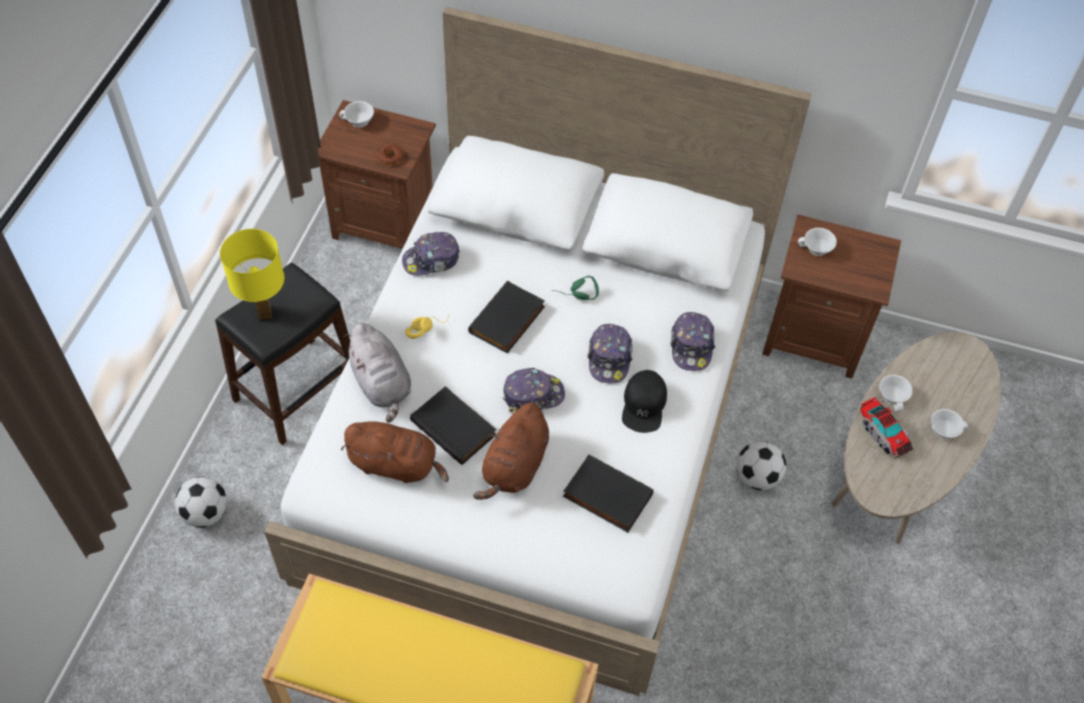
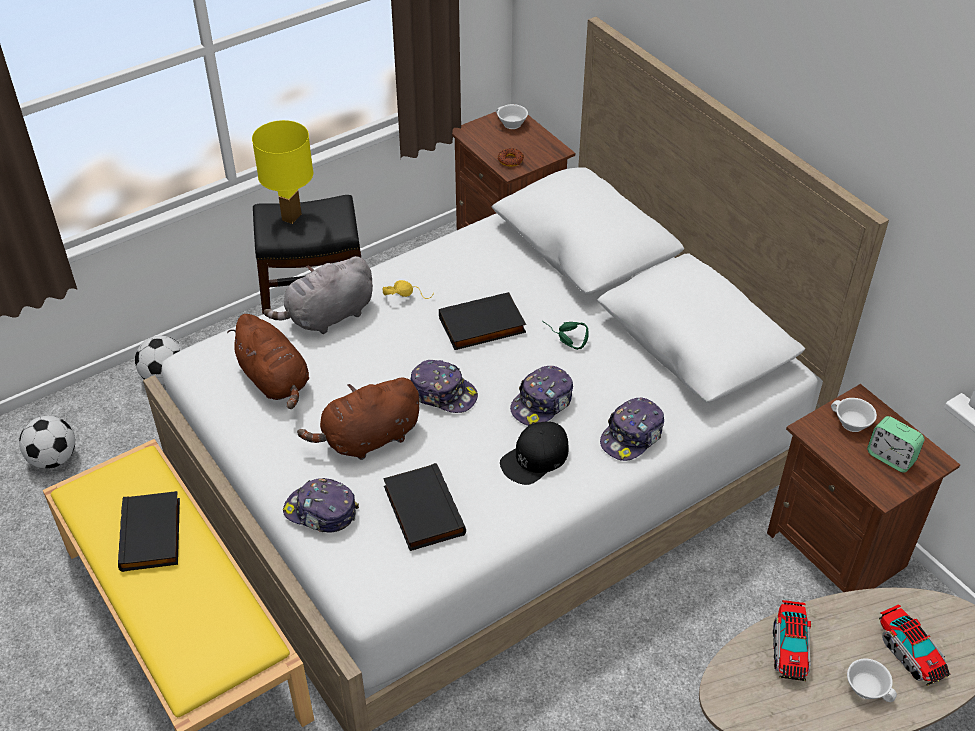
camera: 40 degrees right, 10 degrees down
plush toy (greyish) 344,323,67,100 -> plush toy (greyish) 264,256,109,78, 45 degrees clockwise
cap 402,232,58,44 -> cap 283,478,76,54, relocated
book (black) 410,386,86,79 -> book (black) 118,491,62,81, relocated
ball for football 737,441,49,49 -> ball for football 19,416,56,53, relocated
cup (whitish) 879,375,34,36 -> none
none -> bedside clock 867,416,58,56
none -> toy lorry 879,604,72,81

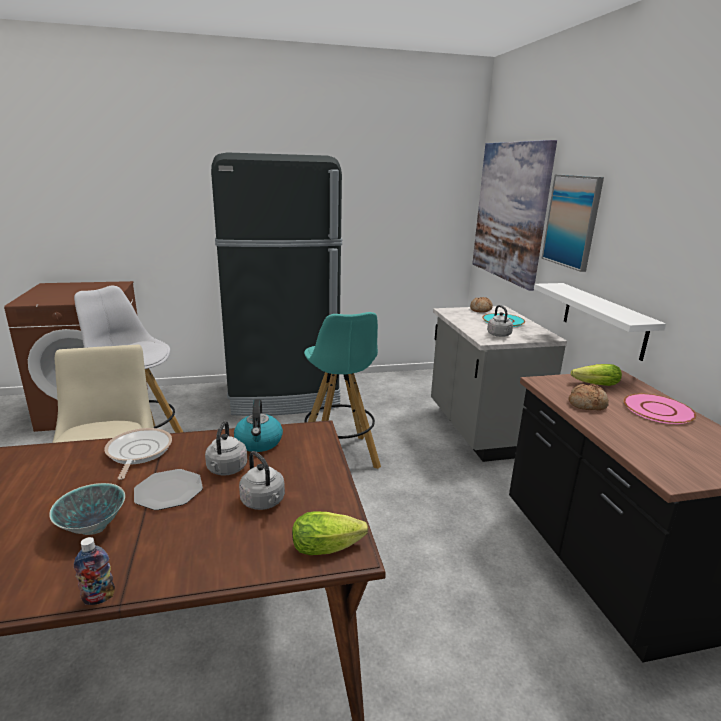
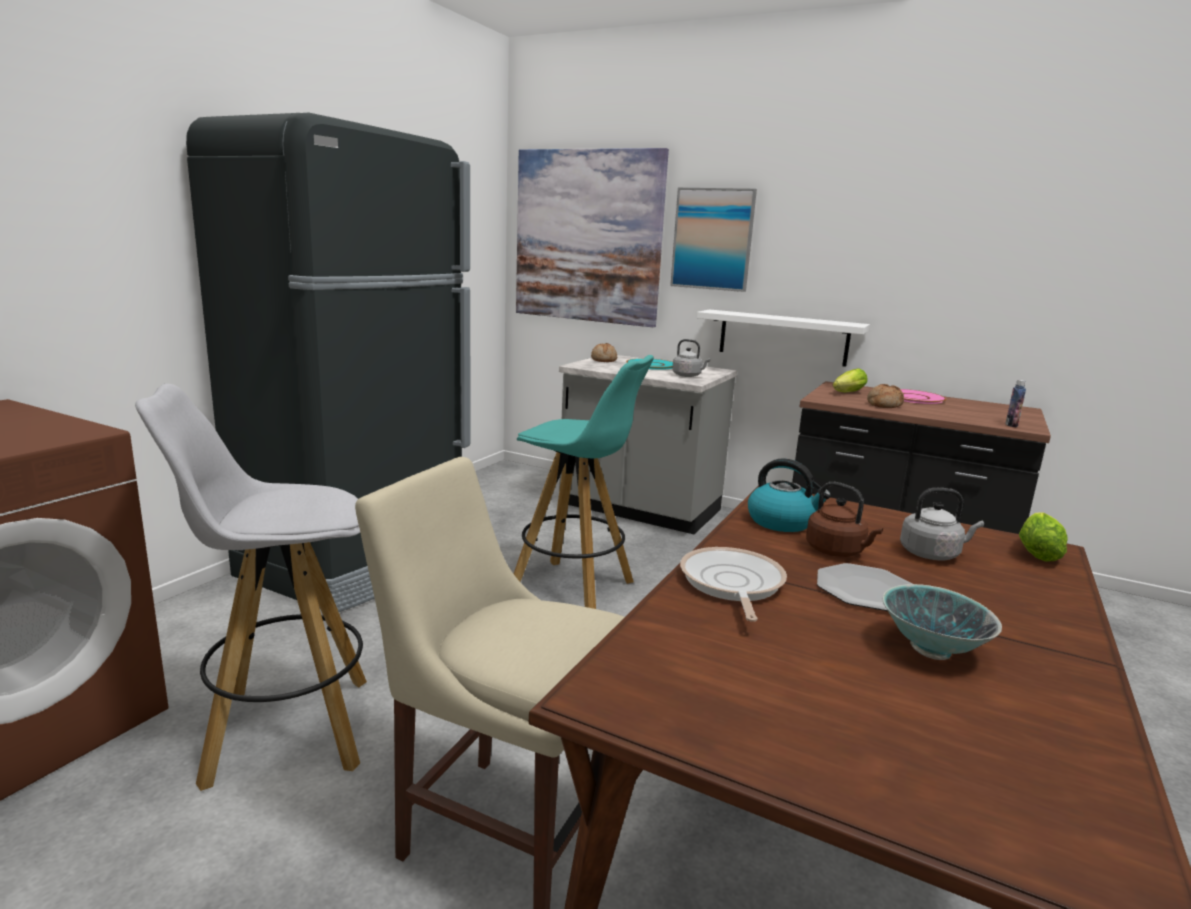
camera: 50 degrees left, 5 degrees down
bottle 74,537,41,68 -> bottle 1005,380,21,47, relocated
frying pan 105,428,67,52 -> frying pan 680,547,107,75, 60 degrees clockwise
tea kettle (greyish) 205,421,42,54 -> tea kettle (brown-coloured) 806,482,77,75

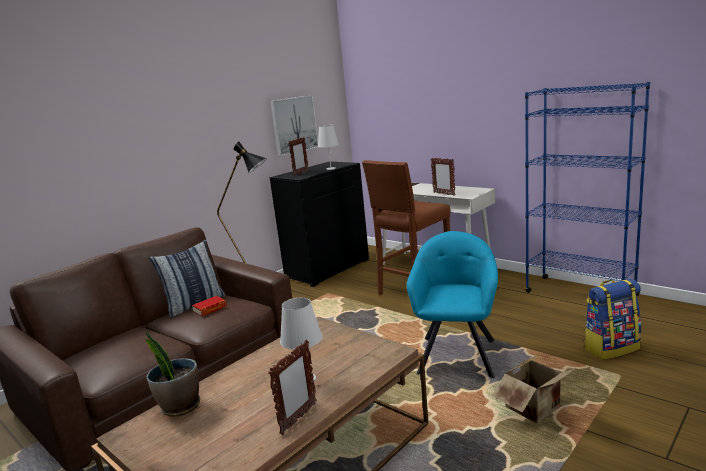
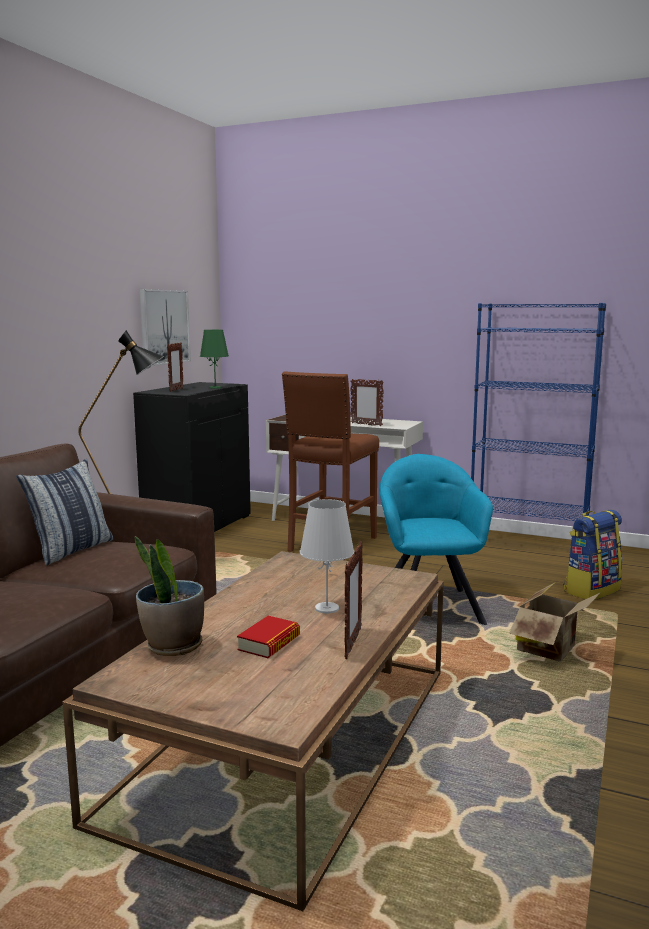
camera: 20 degrees left, 5 degrees down
book 192,296,35,21 -> book 237,616,63,42, relocated
table lamp (whitish) 318,125,21,45 -> table lamp (green) 200,330,29,59

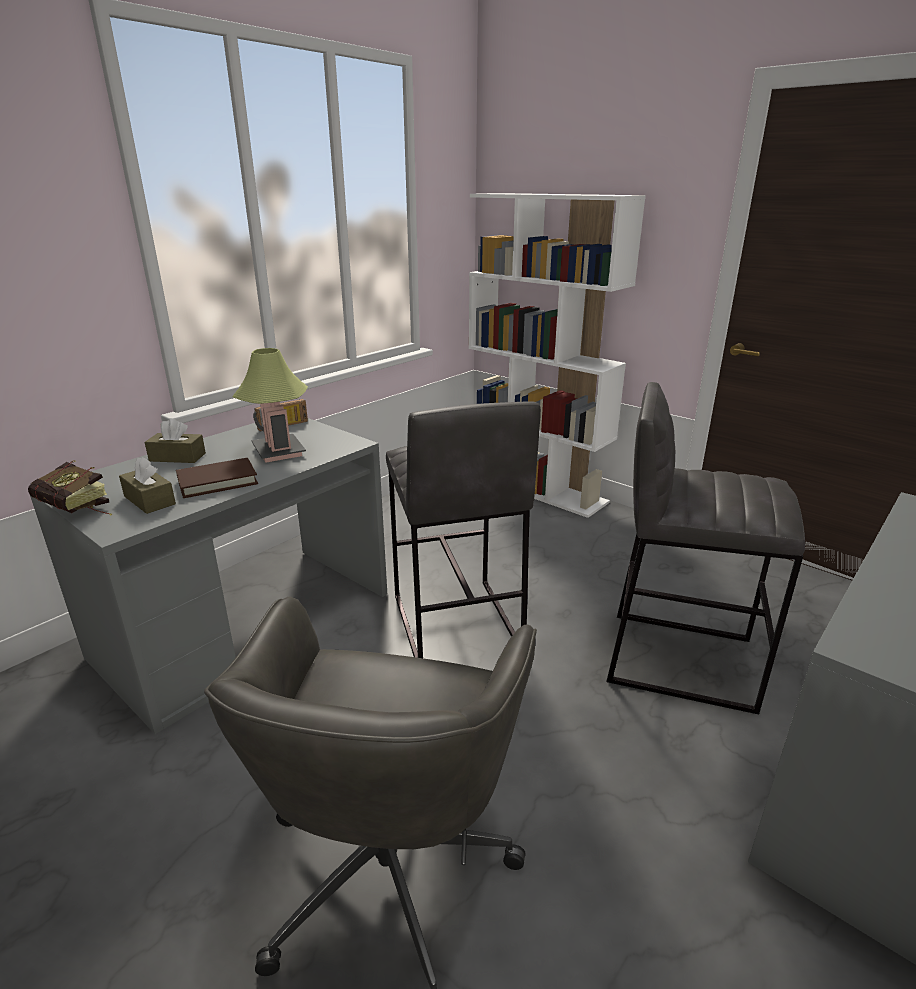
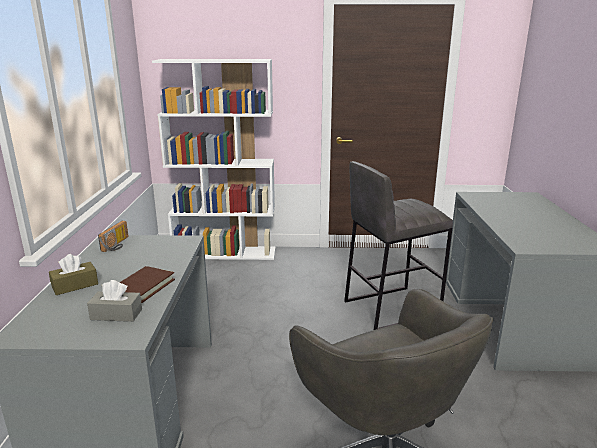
camera: 40 degrees left, 5 degrees down
book 28,460,84,56 -> none
box of tissues (brown-coloured) 119,456,57,58 -> box of tissues (greyish) 87,280,55,42
table lamp 232,348,76,115 -> none
sitting stool (greyish) 386,401,155,257 -> none

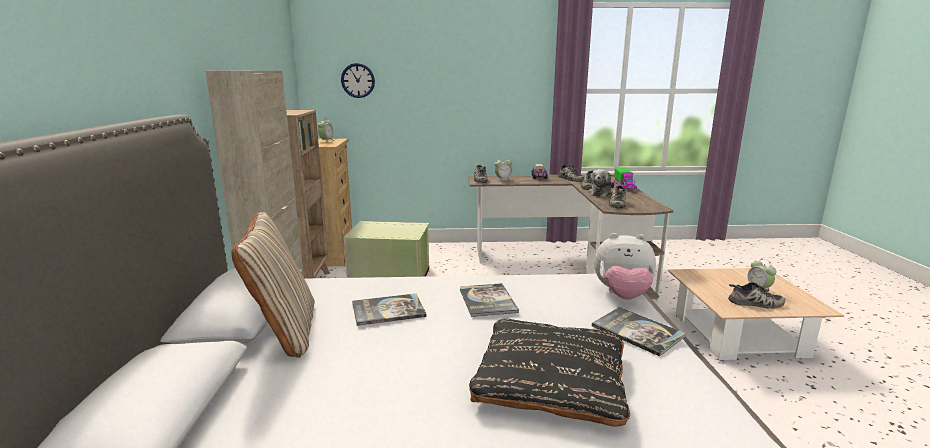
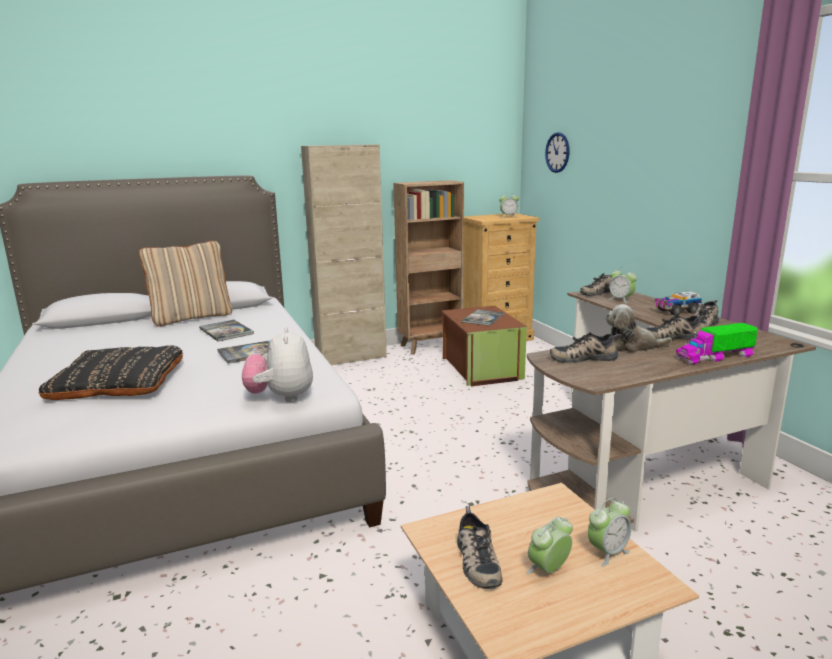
camera: 70 degrees right, 0 degrees up
storage bin (green) 344,221,85,57 -> storage bin (brown-coloured) 442,306,85,80
book 592,307,94,50 -> book 462,309,42,17, relocated
none -> bedside clock 588,498,43,68

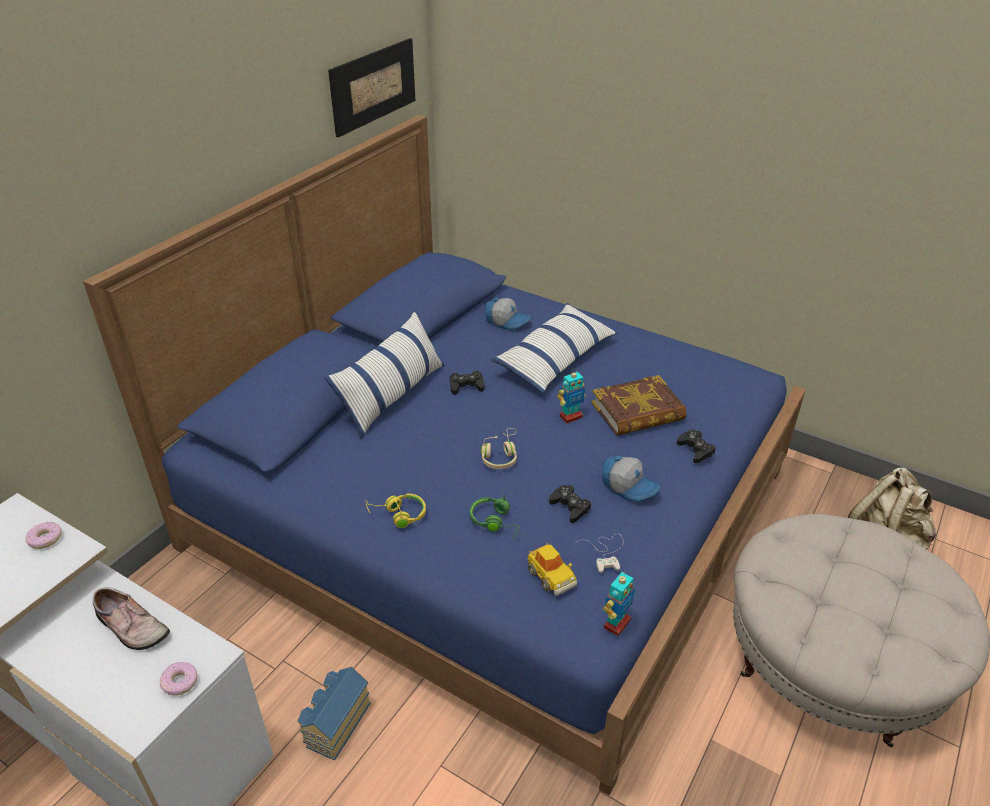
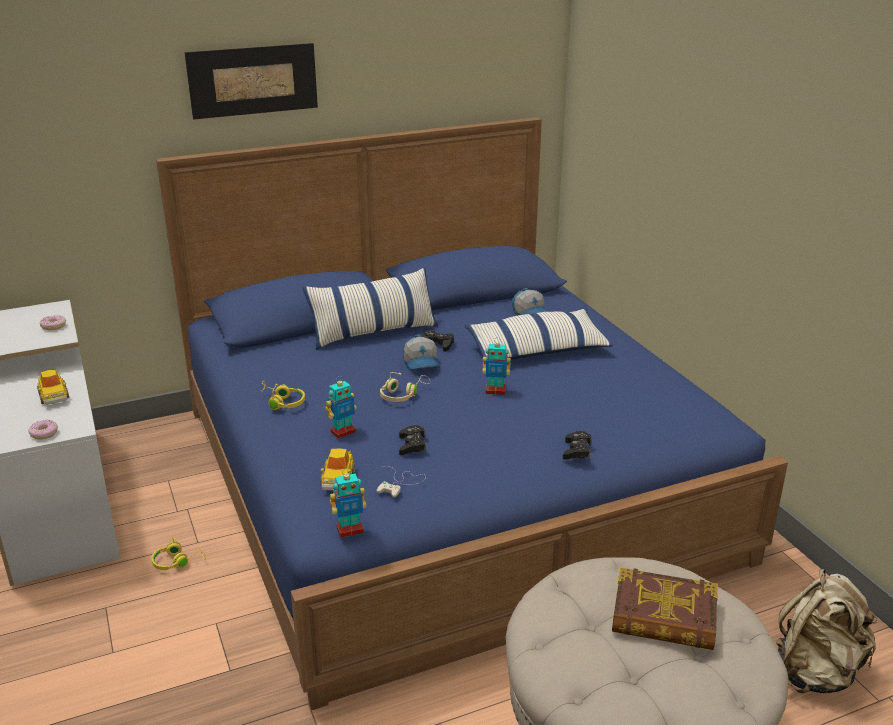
camera: 35 degrees right, 10 degrees down
shoe 93,587,77,63 -> model car 37,369,32,36
toy house 298,667,73,94 -> headset (yellow-coloured) 151,537,54,33
wall picture 328,38,87,99 -> wall picture 184,43,134,77, relocated
headset (green) 469,495,51,43 -> model robot 325,376,32,62
book 591,375,96,61 -> book 612,567,106,83, relocated
cap 602,456,59,46 -> cap 403,334,37,37, relocated

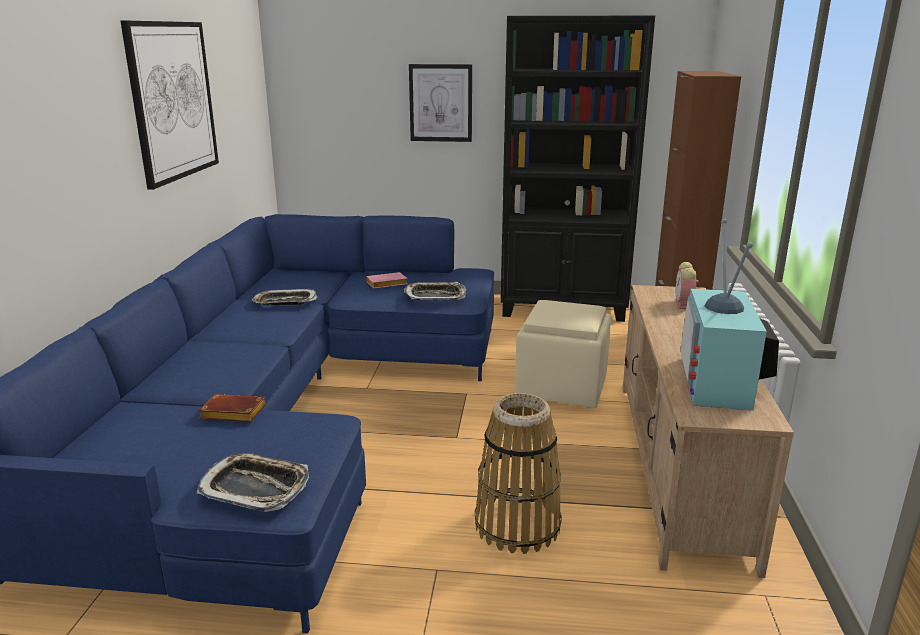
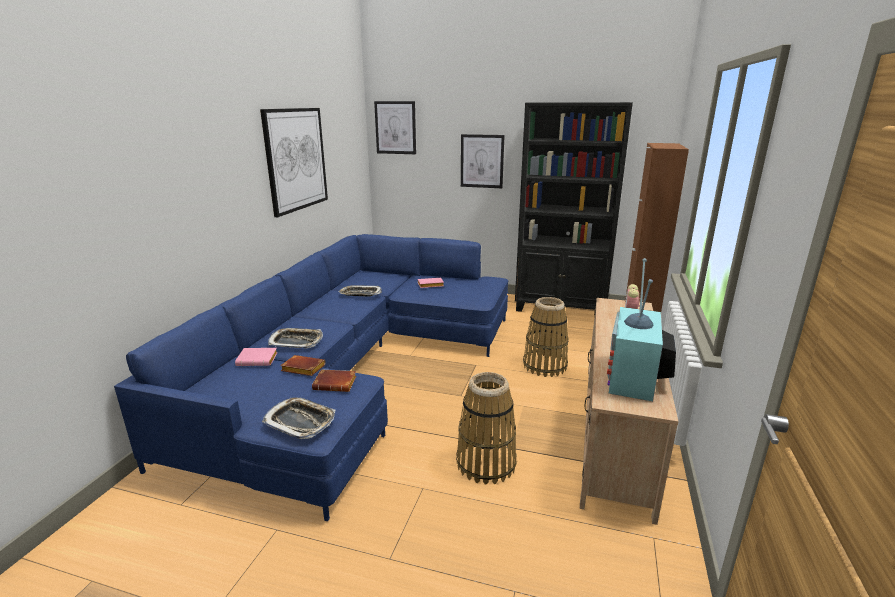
camera: 10 degrees right, 0 degrees up
tray 404,282,62,19 -> tray 268,328,55,21, relocated
footrest (beige-coloured) 515,300,96,108 -> basket 523,297,46,80
none -> book (pink) 235,348,43,18
none -> book (brown-coloured) 312,369,44,23
none -> wall picture 374,101,42,53

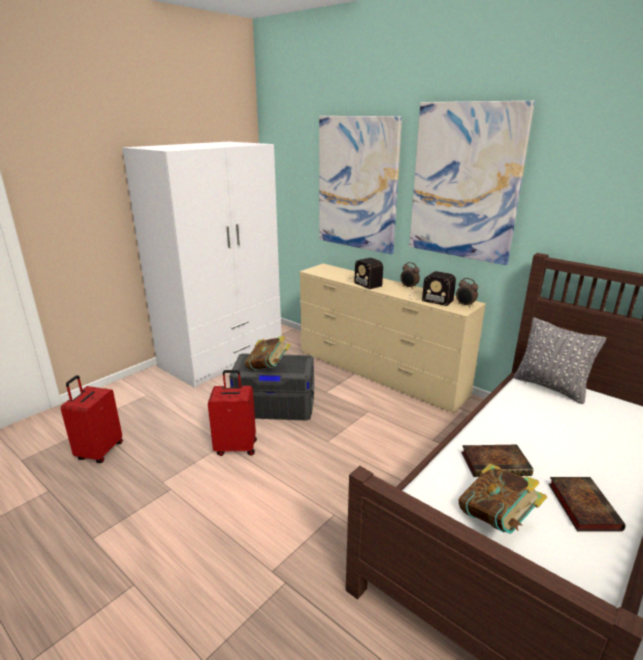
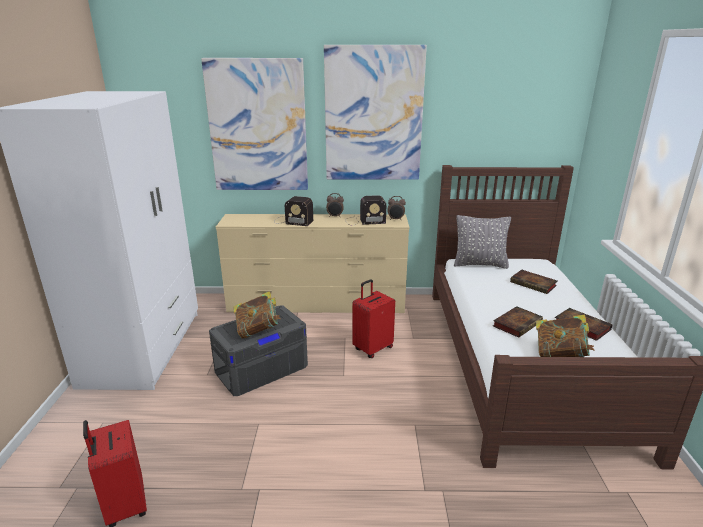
camera: 40 degrees left, 0 degrees up
suitcase (reddish) 208,370,49,86 -> suitcase (reddish) 352,279,43,79, relocated
none -> book 510,270,47,24

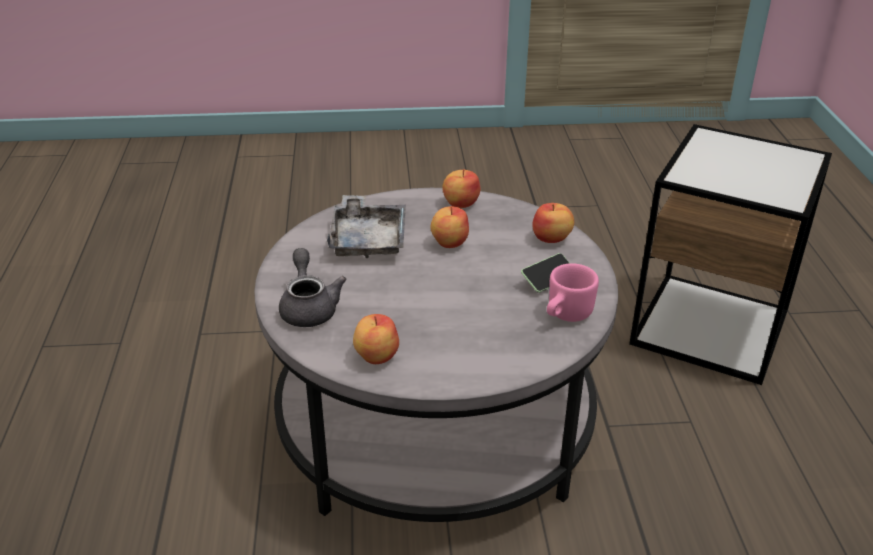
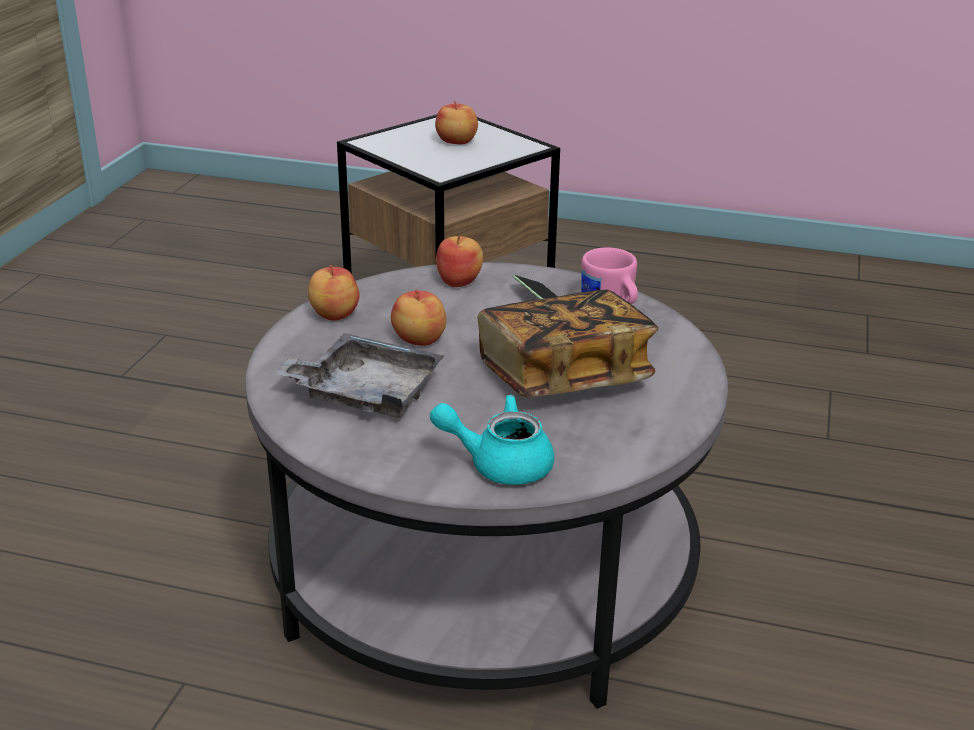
camera: 70 degrees left, 5 degrees down
tea pot (greyish) 279,248,67,79 -> tea pot (blue-green) 430,395,124,90
apple fruit 353,314,46,50 -> apple fruit 435,101,43,43, relocated
none -> book 478,290,180,107

